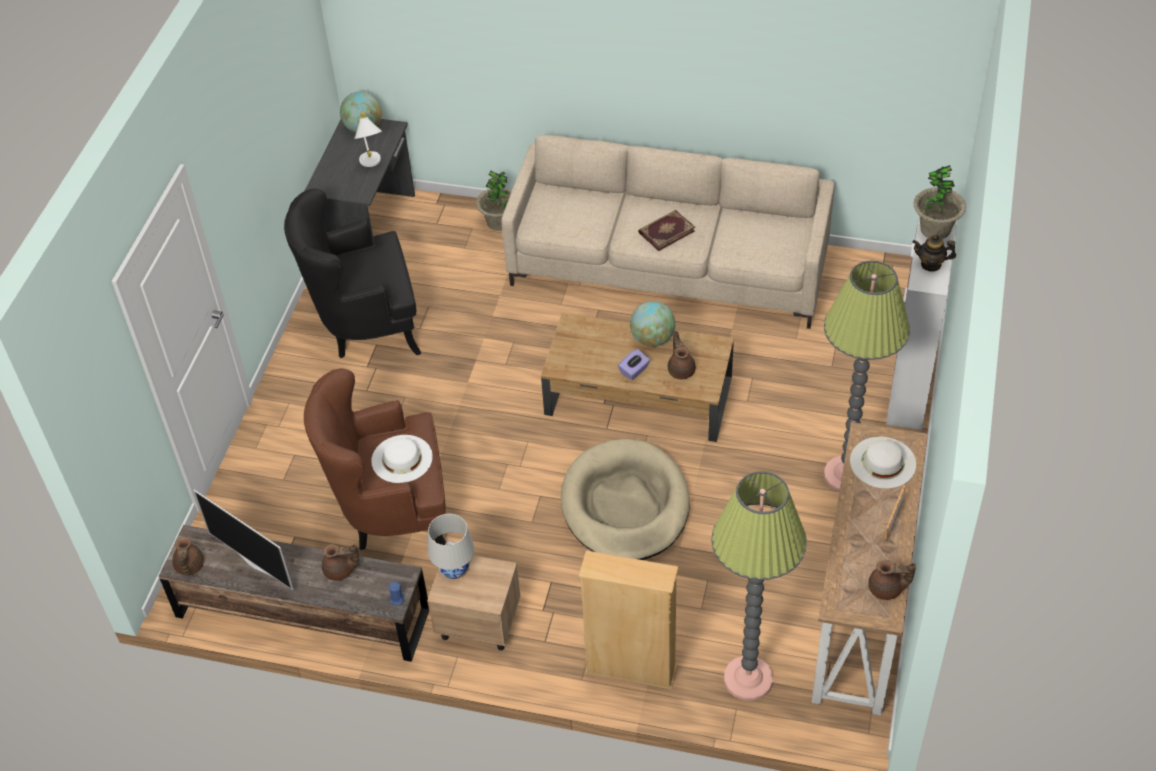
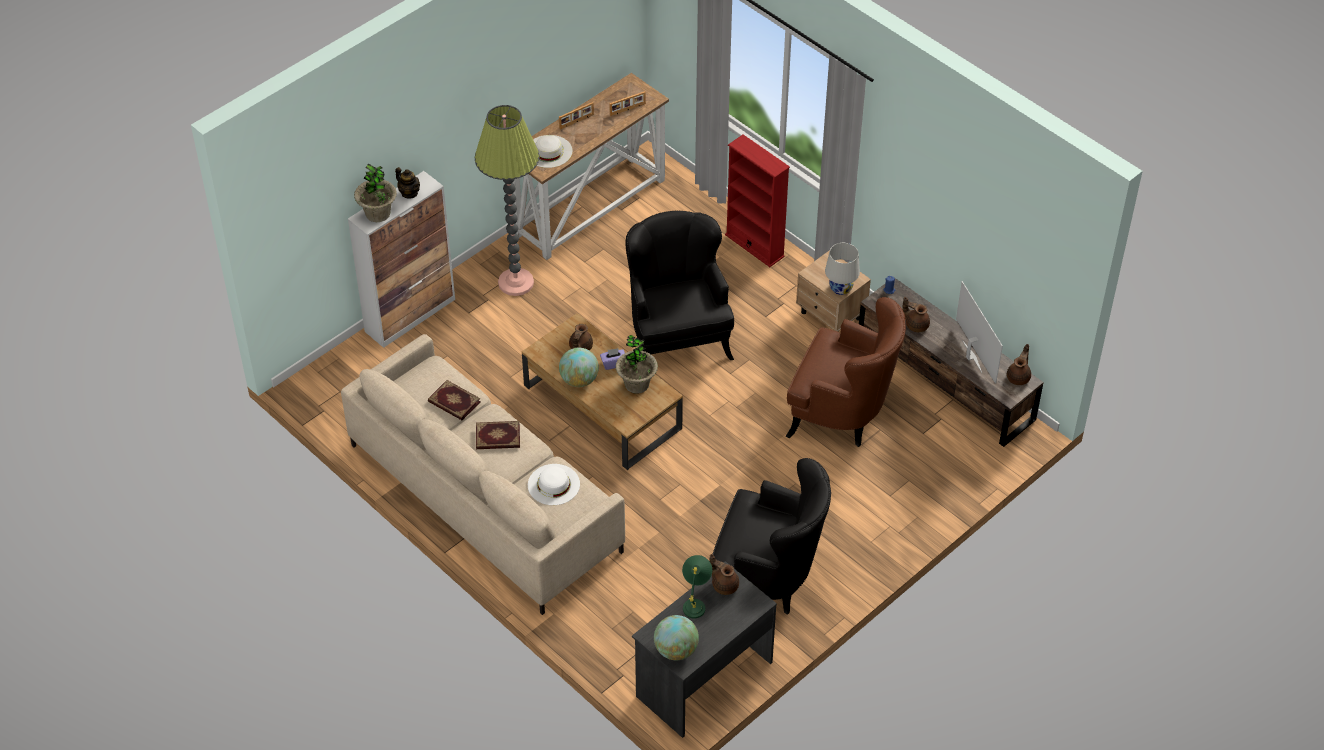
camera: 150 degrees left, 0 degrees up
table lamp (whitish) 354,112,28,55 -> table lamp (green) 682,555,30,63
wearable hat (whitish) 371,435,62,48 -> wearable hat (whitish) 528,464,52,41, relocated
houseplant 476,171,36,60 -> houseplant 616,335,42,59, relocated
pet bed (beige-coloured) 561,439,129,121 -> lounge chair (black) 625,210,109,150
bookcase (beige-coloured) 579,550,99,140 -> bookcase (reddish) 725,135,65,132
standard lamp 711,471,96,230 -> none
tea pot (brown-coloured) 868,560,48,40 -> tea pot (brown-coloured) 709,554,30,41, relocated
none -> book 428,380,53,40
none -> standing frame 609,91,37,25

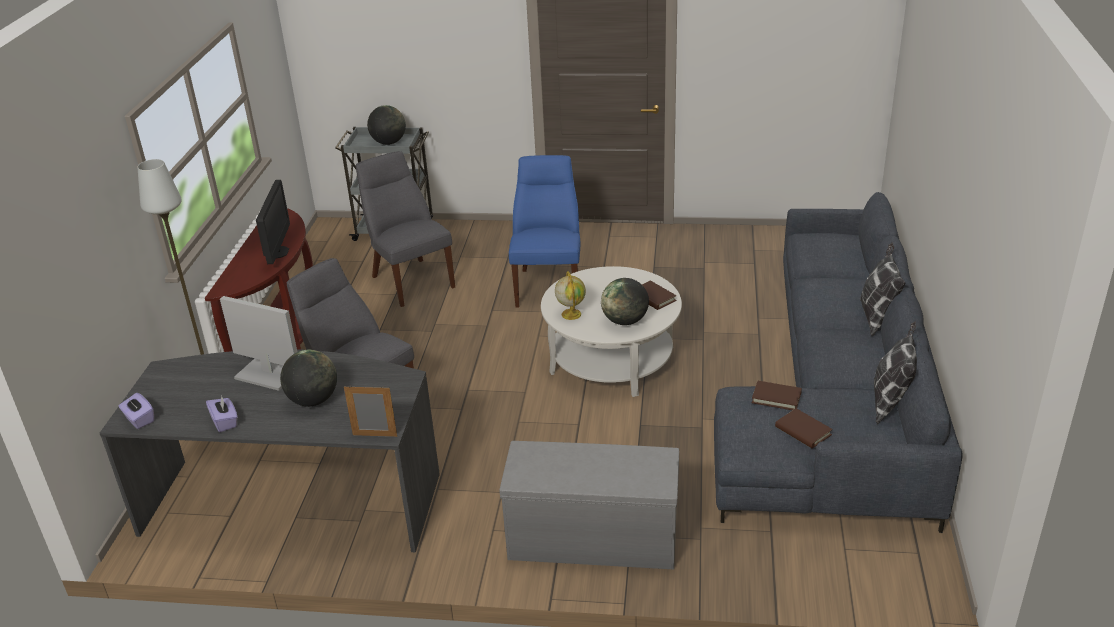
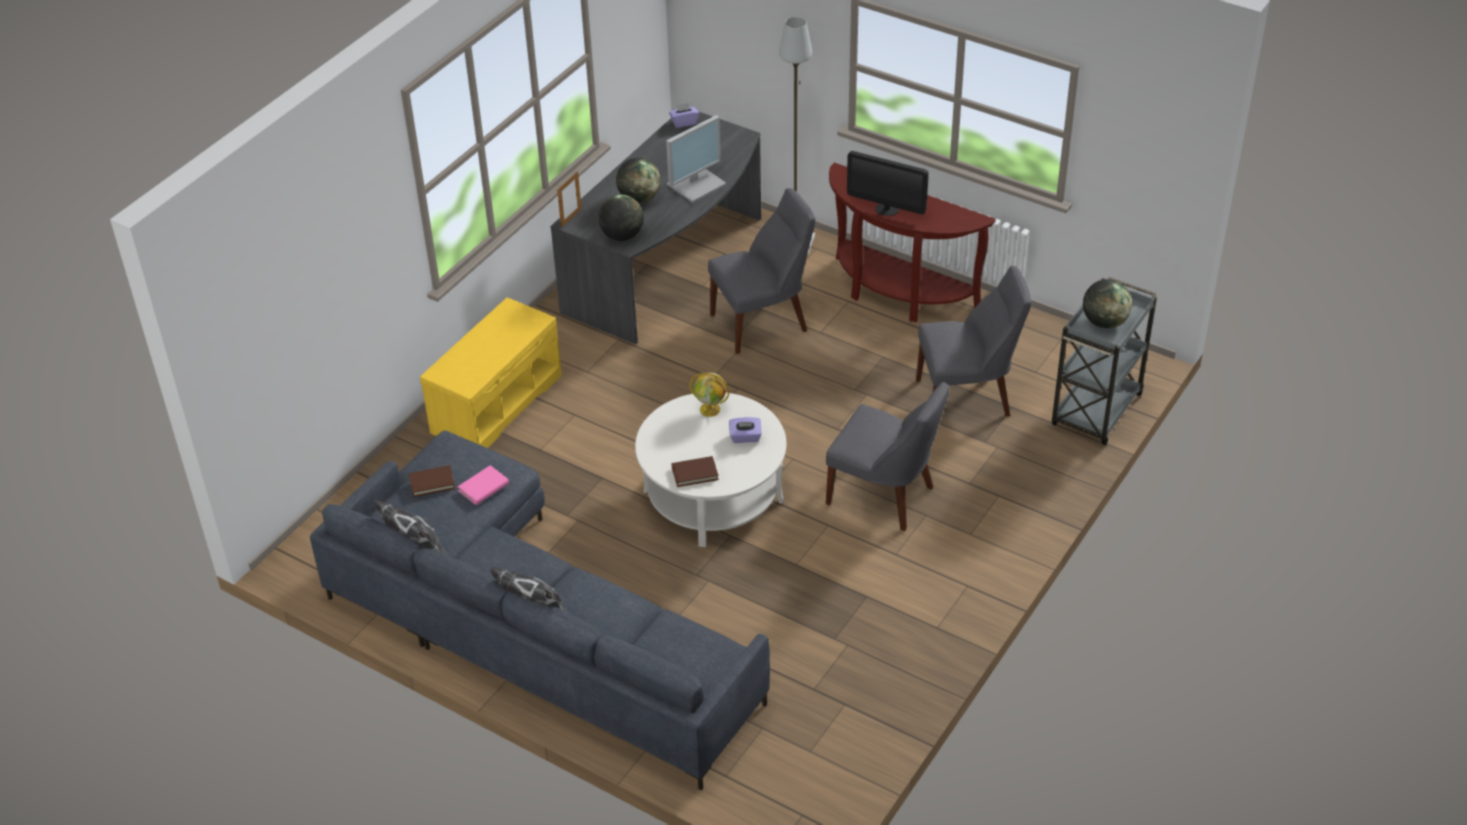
camera: 115 degrees right, 10 degrees up
box of tissues (purple) 206,396,32,36 -> box of tissues (purple) 729,417,33,26, relocated
bench (greyish) 500,441,179,129 -> bench (yellow-coloured) 420,298,142,150
upright chair (bluish) 509,155,72,153 -> upright chair (greyish) 826,382,123,149
desk globe 601,278,48,47 -> desk globe 598,195,46,46, relocated
book (brown-coloured) 752,381,50,29 -> book (pink) 458,465,51,40

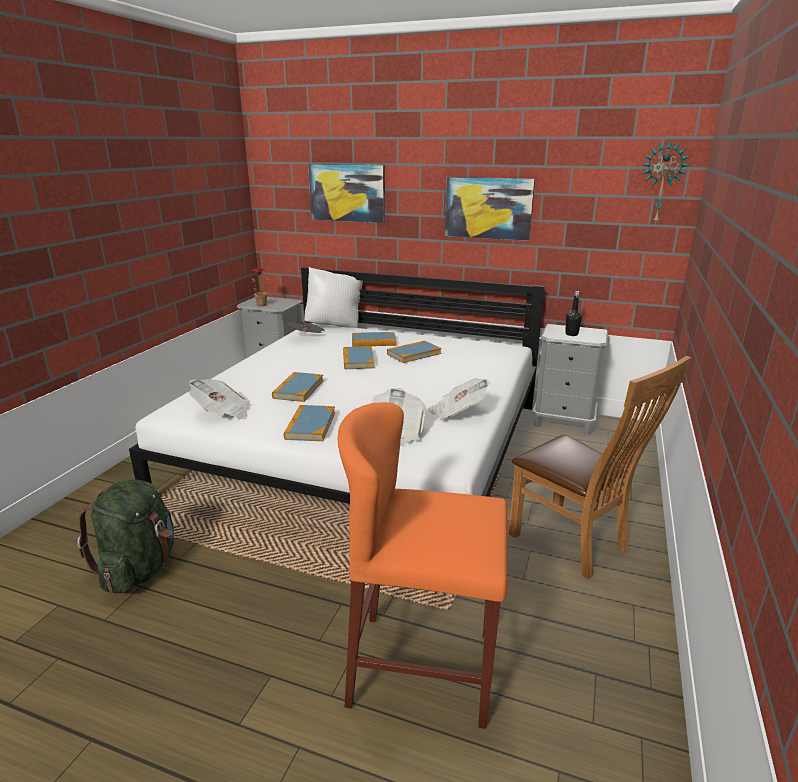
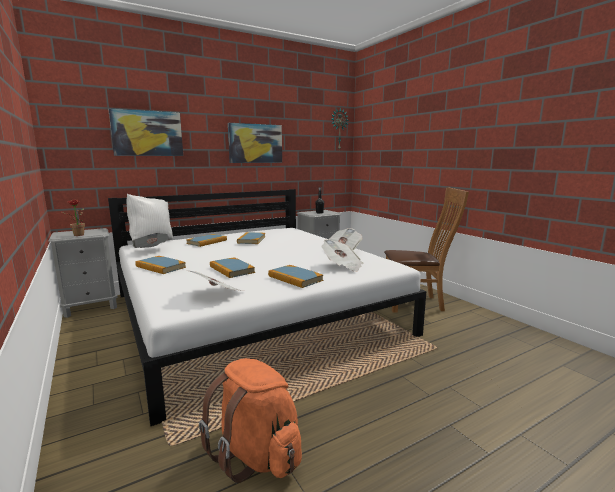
camera: 50 degrees left, 10 degrees down
rucksack (green) 77,479,97,115 -> rucksack (orange) 199,358,103,125
sitting stool (orange) 338,402,169,327 -> none
book 343,346,32,23 -> book 135,256,51,18, relocated

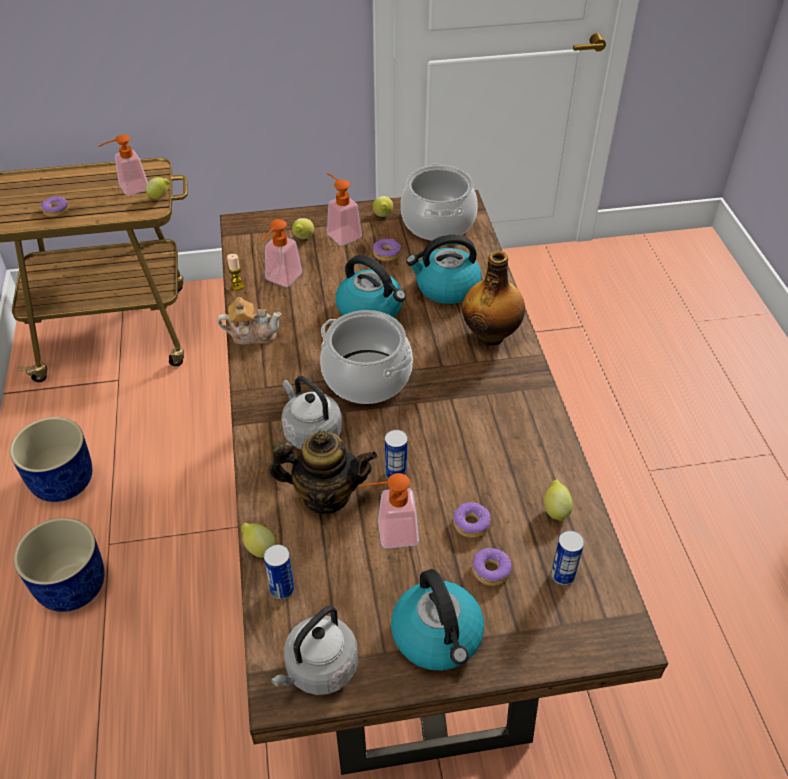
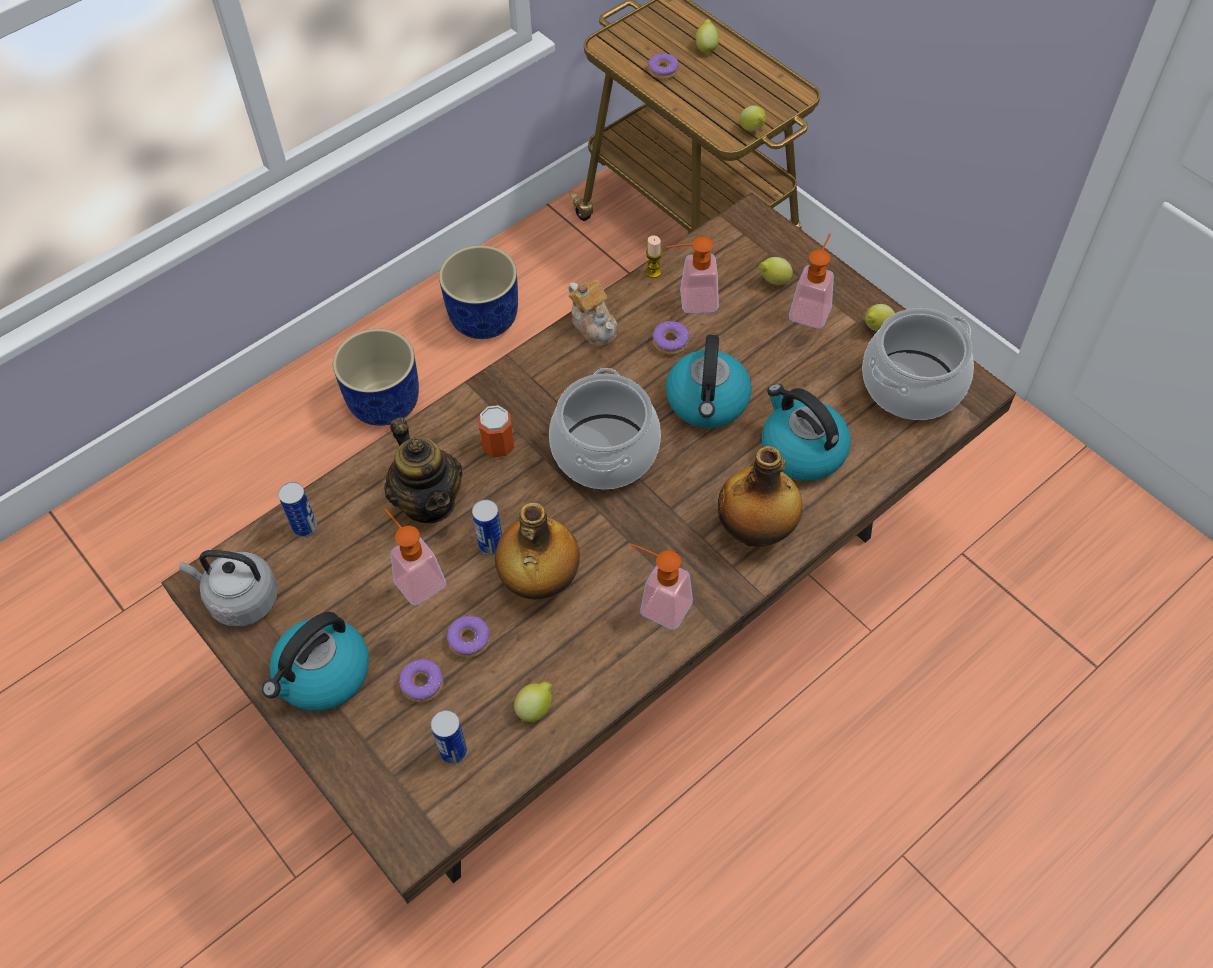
camera: 60 degrees right, 10 degrees up
soap dispenser 99,134,49,61 -> soap dispenser 631,544,62,86, relocated
whole lemon 241,523,35,35 -> whole lemon 696,19,23,36, relocated
tea kettle (greyish) 281,376,61,74 -> sealed can 478,405,36,53
doughnut 373,238,28,23 -> doughnut 653,321,37,34, relocated
none -> bottle 495,503,85,97

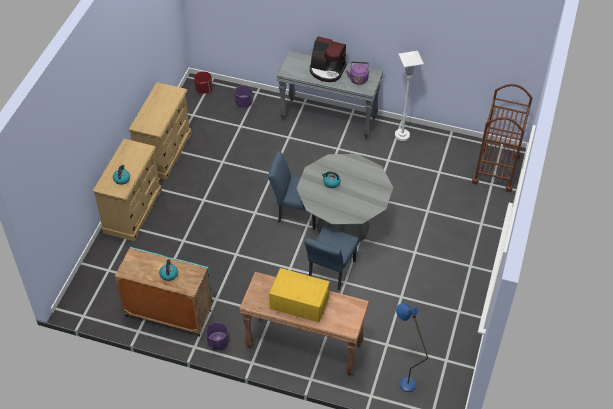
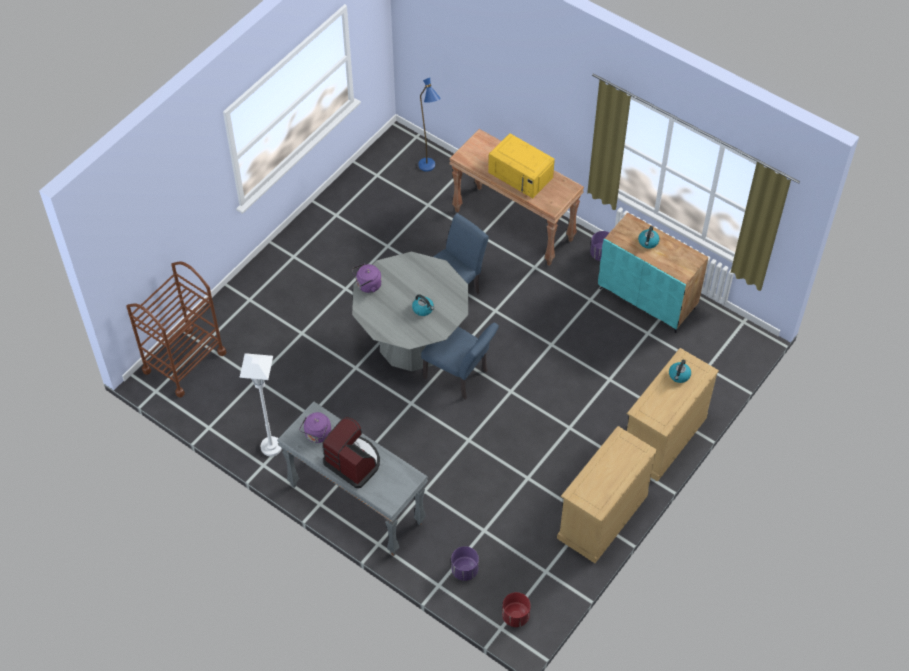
camera: 160 degrees left, 5 degrees up
none -> tea kettle (purple) 352,263,30,30

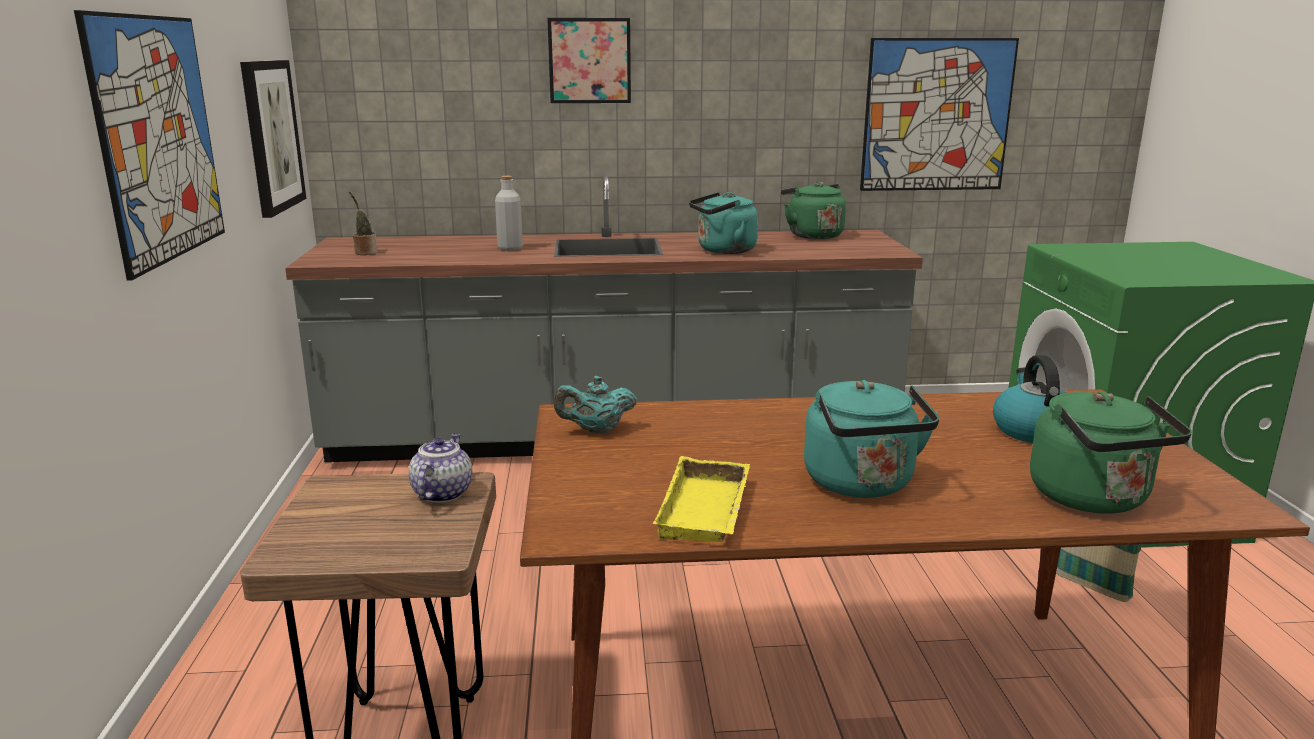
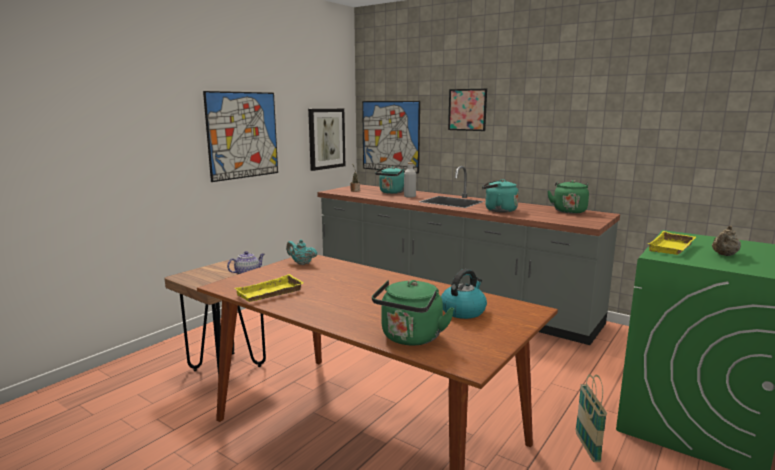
camera: 40 degrees right, 5 degrees down
tea kettle (blue-green) 804,380,135,118 -> tea kettle (blue-green) 375,166,29,28, relocated
wall picture 860,38,159,153 -> wall picture 362,101,58,73, relocated
none -> tray (yellow-coloured) 648,231,48,24
none -> tea pot (beige-coloured) 712,226,29,30

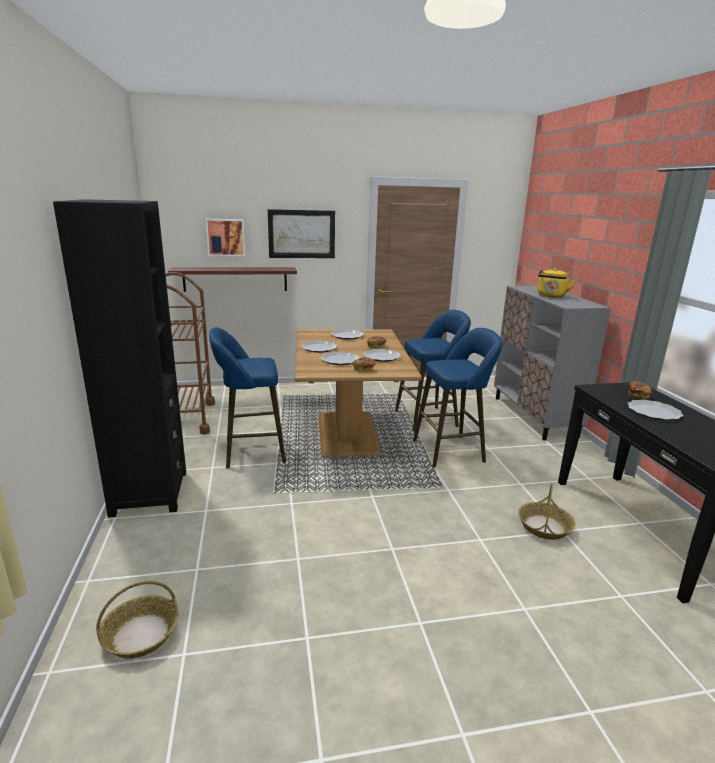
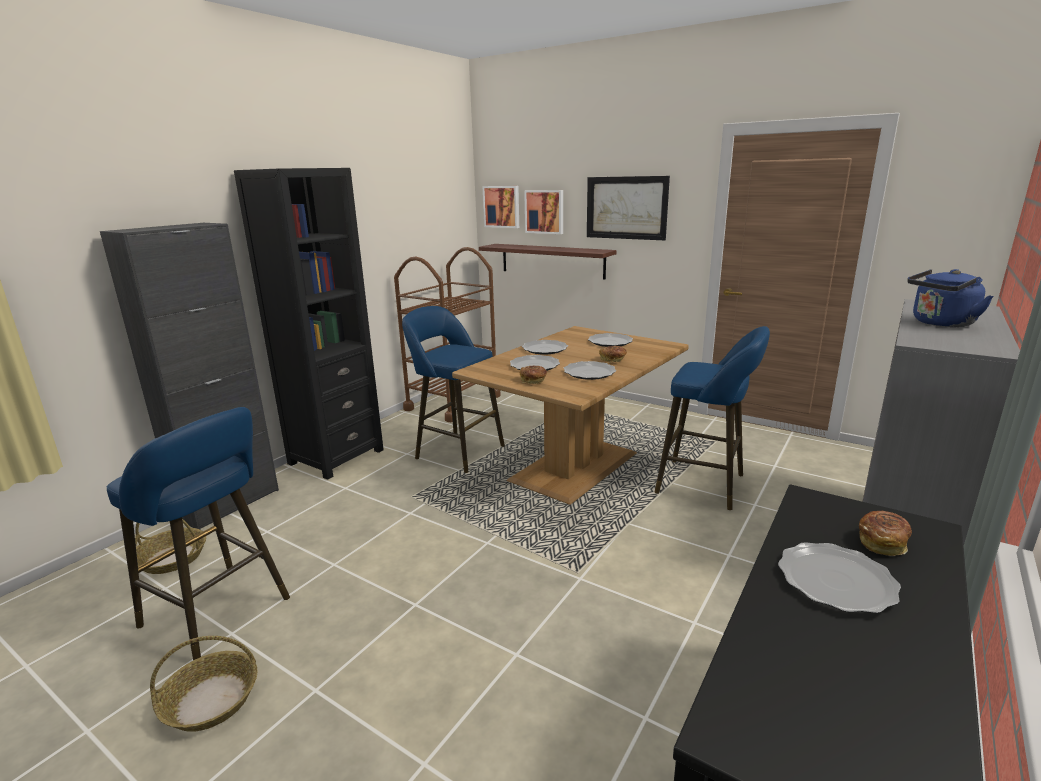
camera: 45 degrees right, 0 degrees up
sitting stool (bluish) 413,328,90,140 -> sitting stool (bluish) 107,407,183,253, relocated
basket 518,484,58,56 -> basket 150,636,108,96, relocated
tea kettle (yellow-coloured) 537,268,39,29 -> tea kettle (bluish) 907,269,87,58
none -> cabinet (black) 100,223,179,307
none -> wall picture 482,186,37,42

